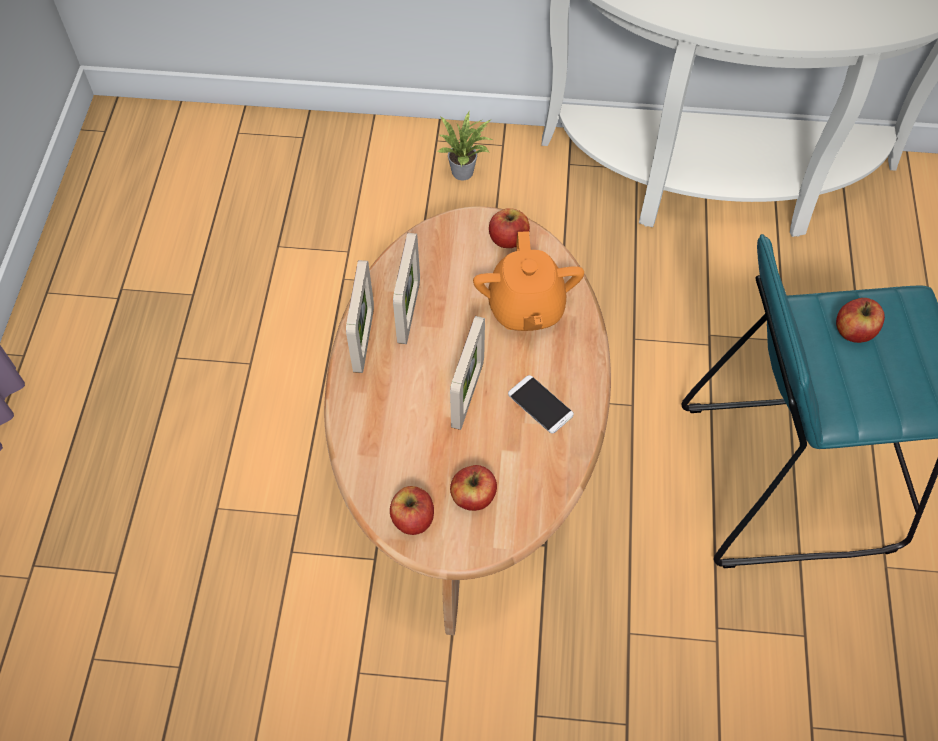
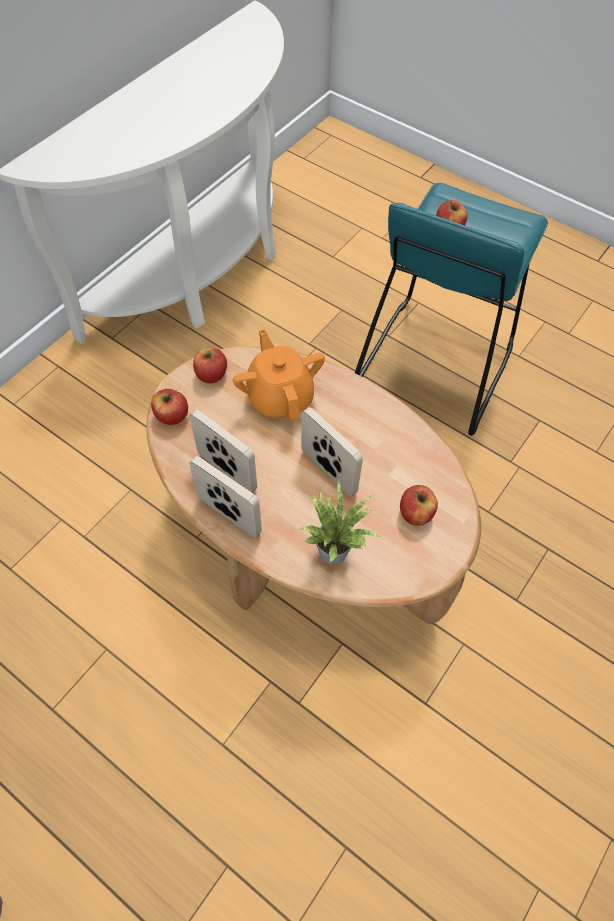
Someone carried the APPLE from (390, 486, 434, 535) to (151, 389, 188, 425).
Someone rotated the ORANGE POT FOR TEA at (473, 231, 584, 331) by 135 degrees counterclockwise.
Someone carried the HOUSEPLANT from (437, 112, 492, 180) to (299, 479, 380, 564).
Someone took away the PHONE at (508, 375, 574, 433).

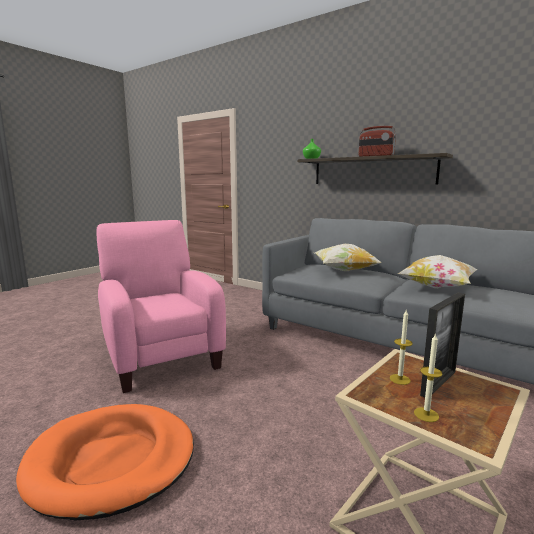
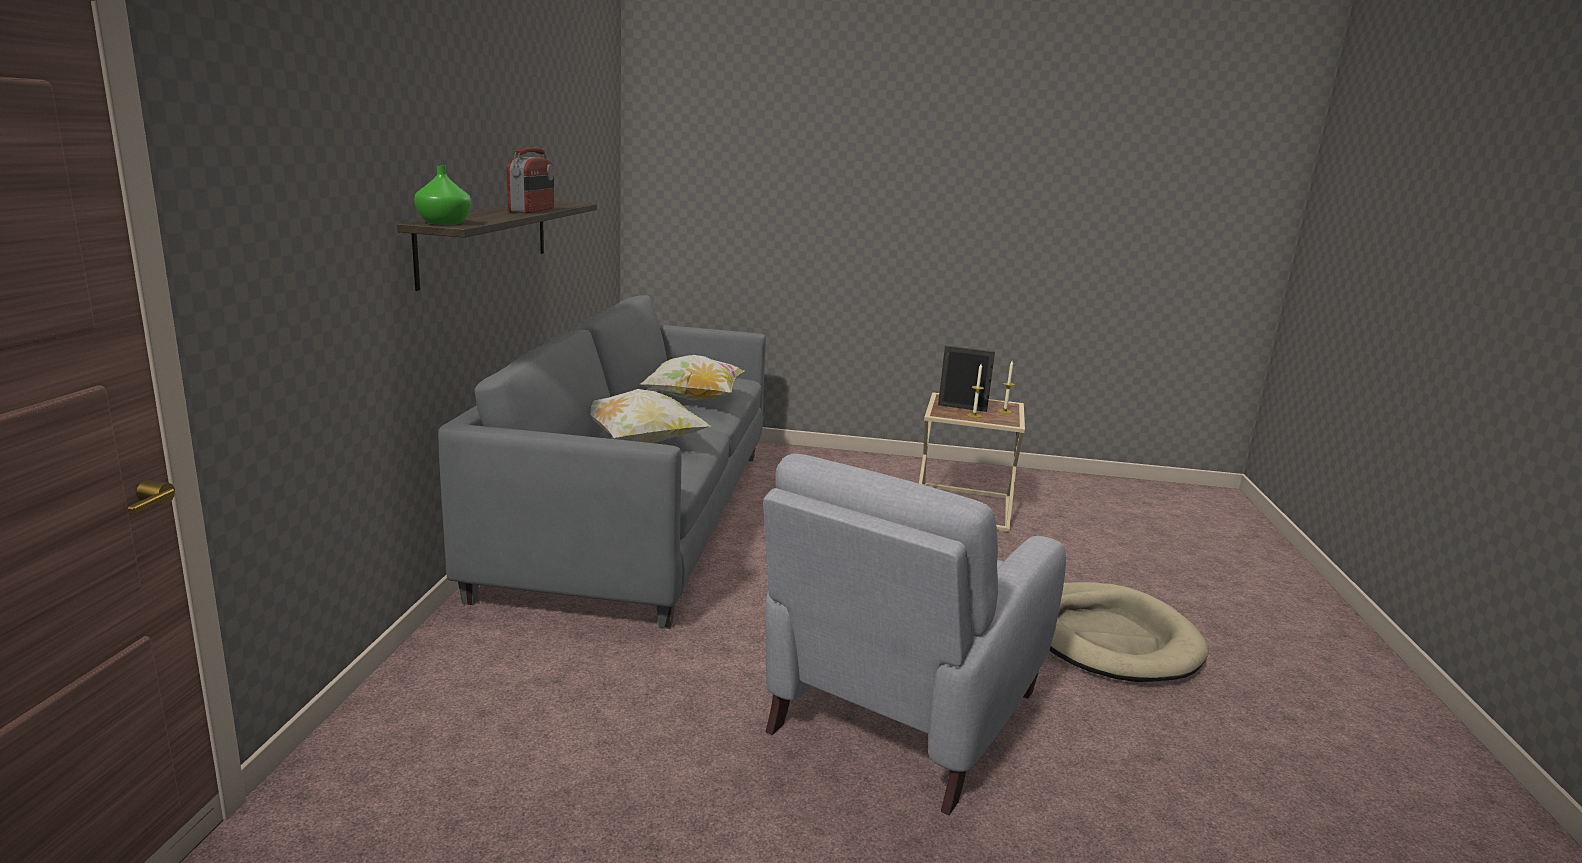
Someone repainted the PINKISH LOUNGE CHAIR at (96, 220, 226, 393), which became the GREY LOUNGE CHAIR at (763, 453, 1066, 815).
Someone repainted the ORANGE DOG BED at (16, 404, 194, 520), which became the BEIGE DOG BED at (1050, 582, 1208, 682).

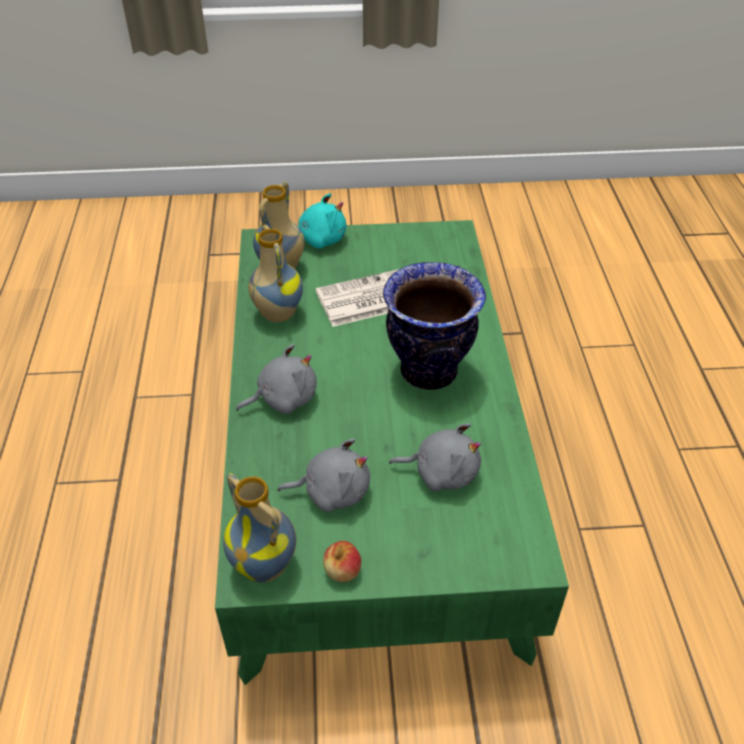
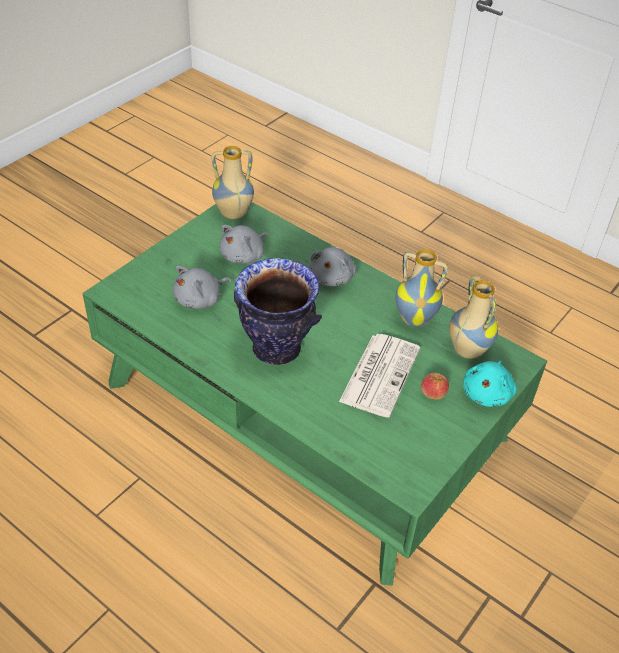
Someone carried the APPLE from (323, 541, 361, 582) to (421, 373, 449, 400).

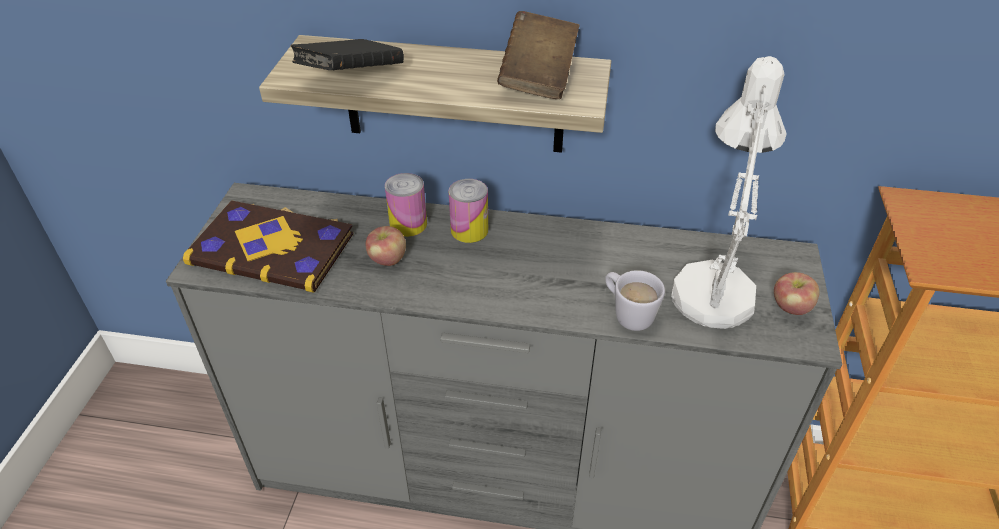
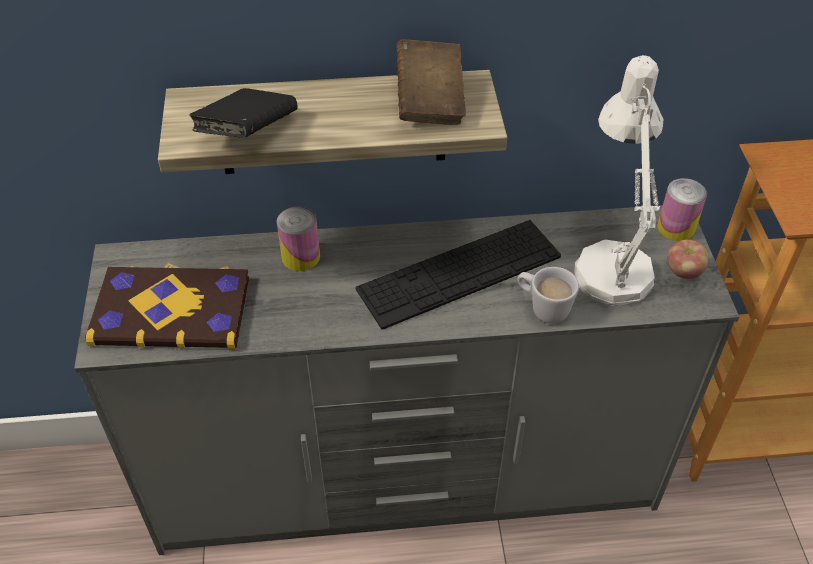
Someone put down the KEYBOARD at (356, 220, 561, 330).
Someone carried the SEALED CAN from (448, 179, 488, 243) to (657, 178, 707, 241).
Someone took away the APPLE at (366, 226, 406, 266).

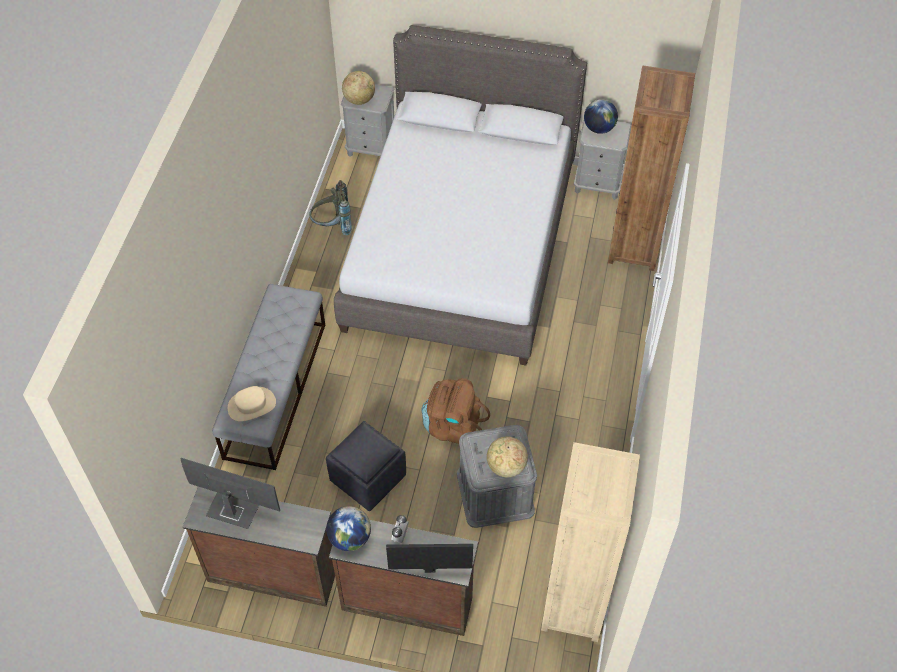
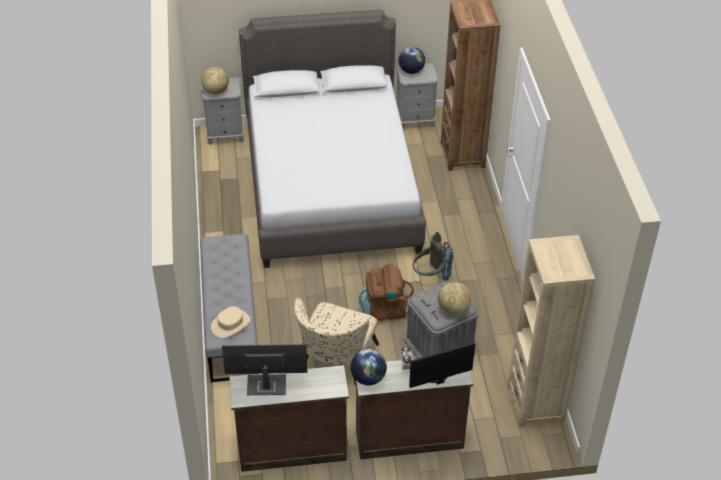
Someone swapped the BLACKISH OTTOMAN at (326, 421, 406, 511) for the BEIGE LOUNGE CHAIR at (294, 298, 379, 386).
Someone carried the GREY RUCKSACK from (309, 180, 352, 235) to (413, 232, 453, 281).

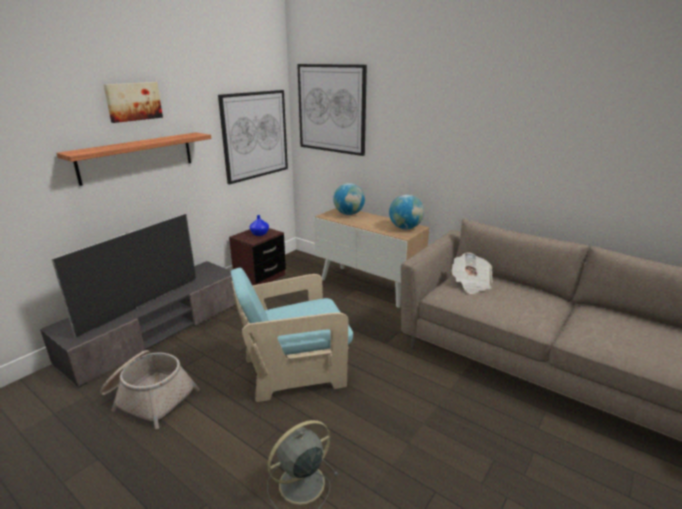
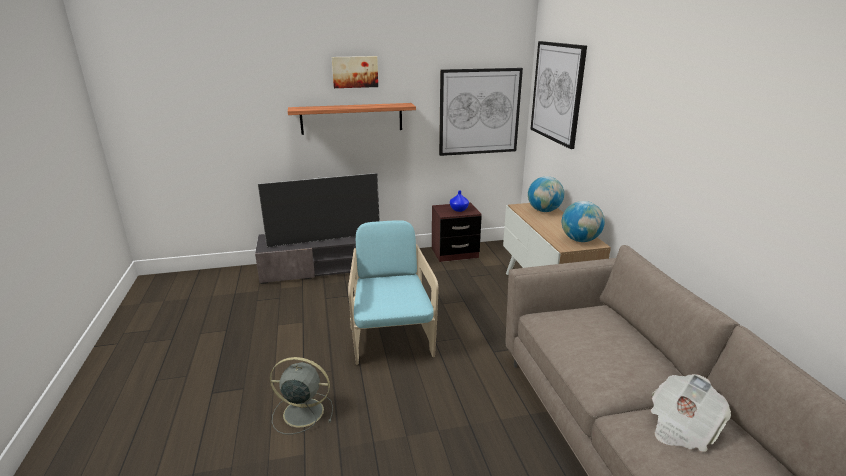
Someone rotated the BLUE-GREEN LOUNGE CHAIR at (231, 268, 353, 402) by 60 degrees clockwise.
Someone carried the PRINTED PAPER from (451, 253, 492, 294) to (651, 374, 731, 452).
Someone took away the HOUSEHOLD BASKET at (100, 350, 200, 429).

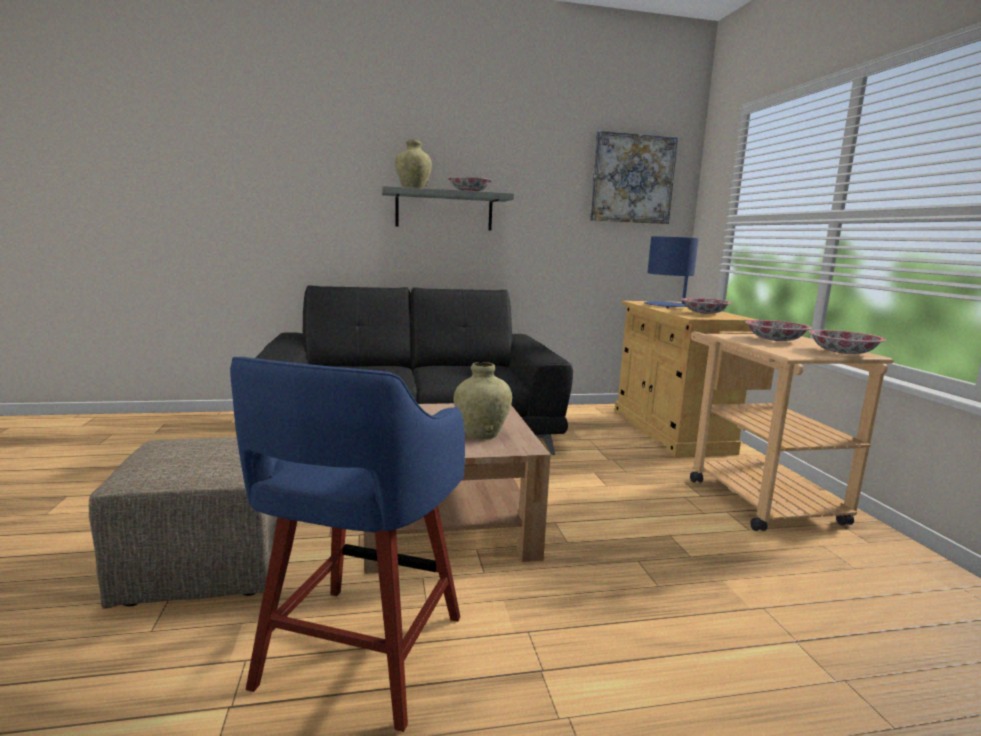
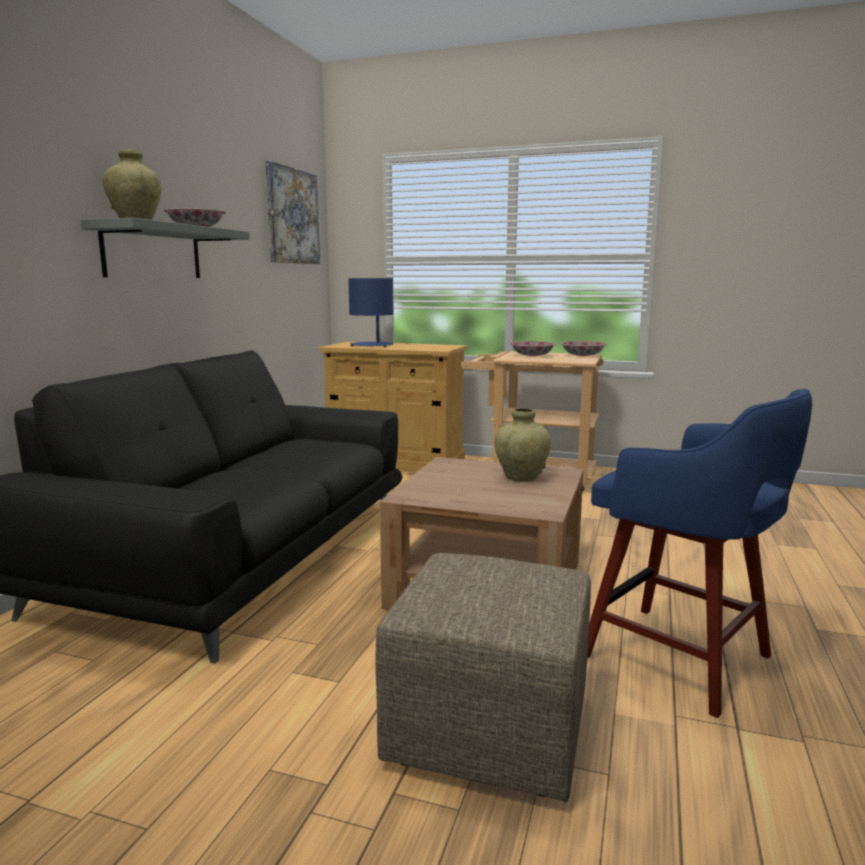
Someone took away the DEEP DISH at (681, 298, 731, 314).

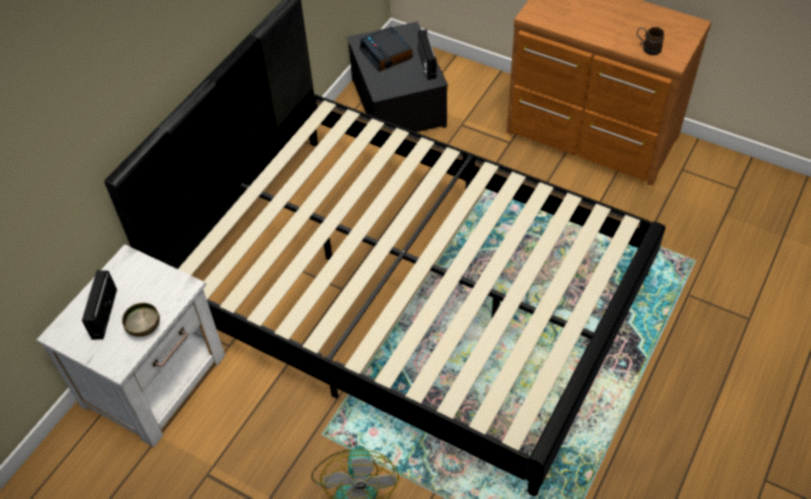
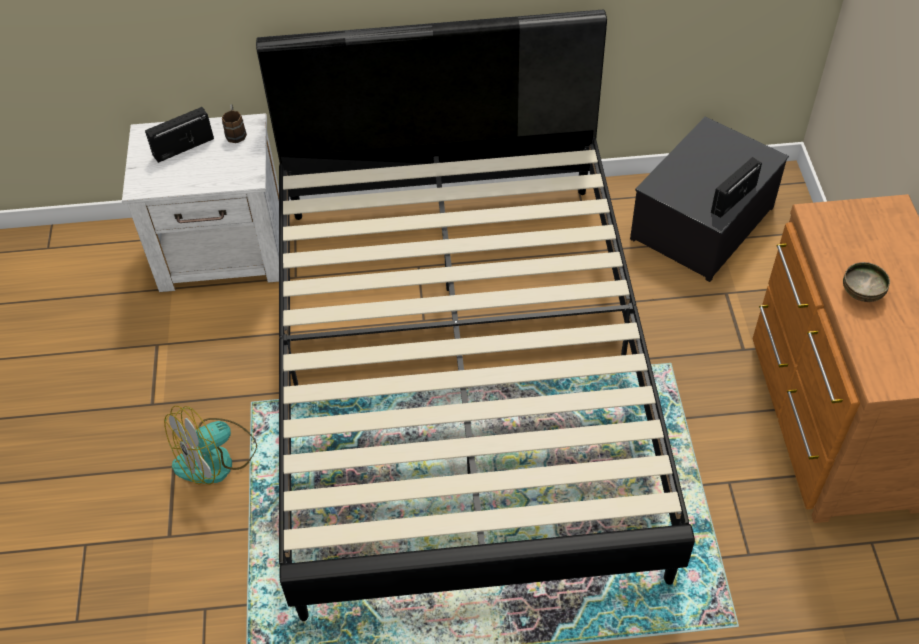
Someone carried the BROWN TEA MUG from (637, 27, 664, 55) to (222, 104, 247, 143).
Someone carried the DEEP DISH from (122, 303, 160, 337) to (843, 262, 890, 302).
Someone took away the TABLE CLOCK at (360, 27, 413, 71).

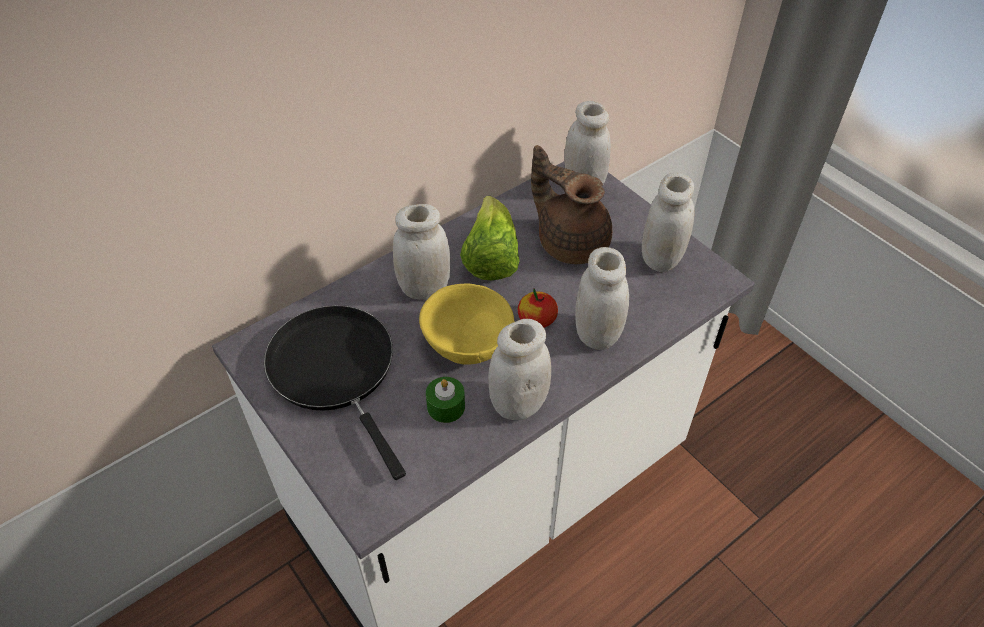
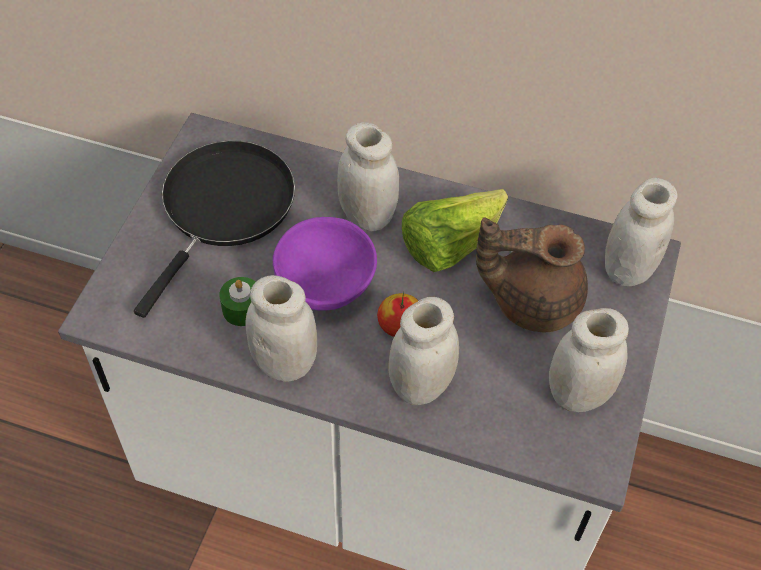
Someone repainted the YELLOW DEEP DISH at (419, 283, 514, 365), which became the PURPLE DEEP DISH at (273, 217, 377, 311).
Someone rotated the BROWN POT FOR TEA at (531, 145, 612, 264) by 90 degrees counterclockwise.

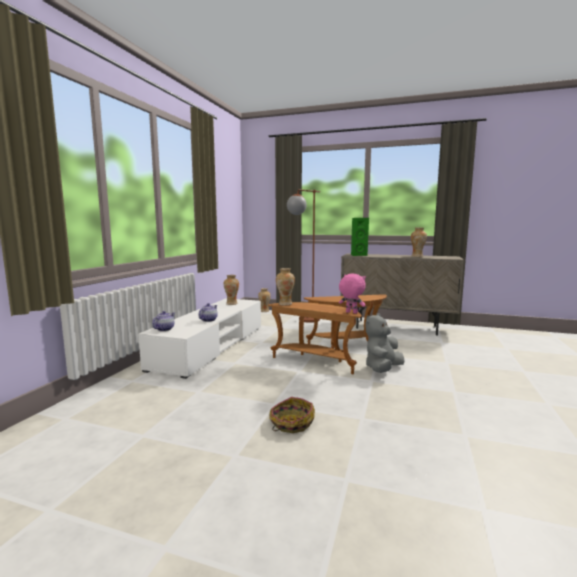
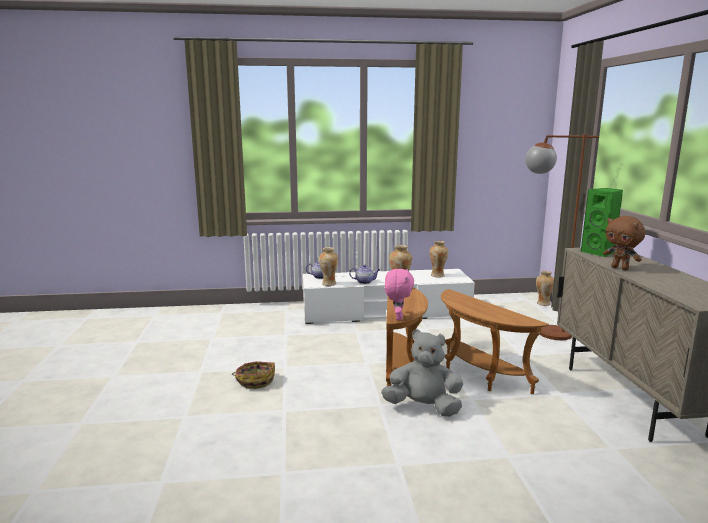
Someone carried the DECORATIVE VASE from (411, 228, 427, 257) to (319, 247, 339, 286).
Someone put down the BROWN CUDDLY TOY at (603, 216, 645, 270).

